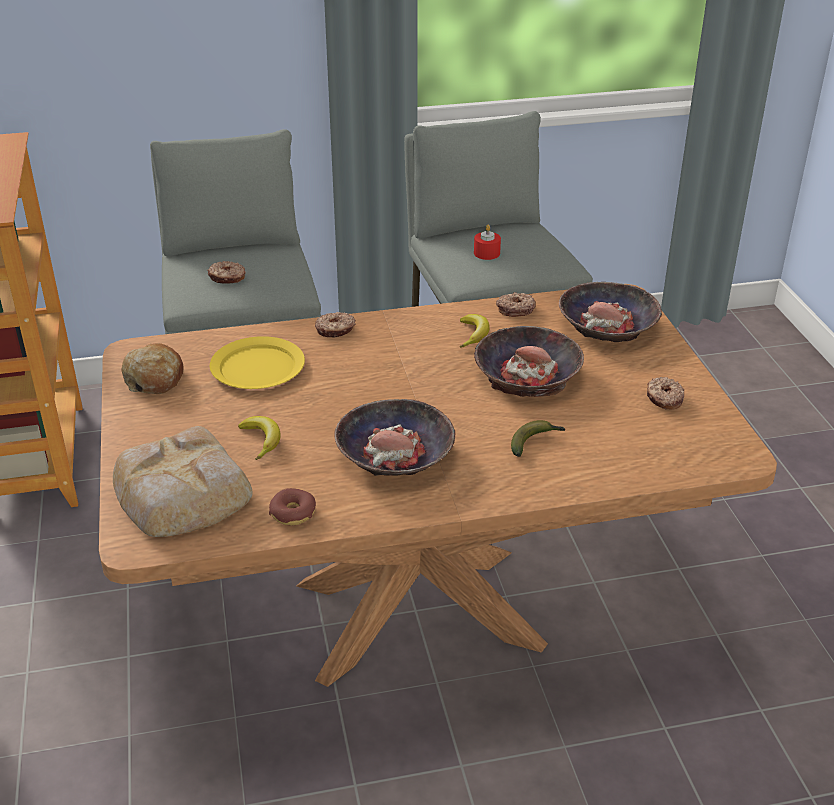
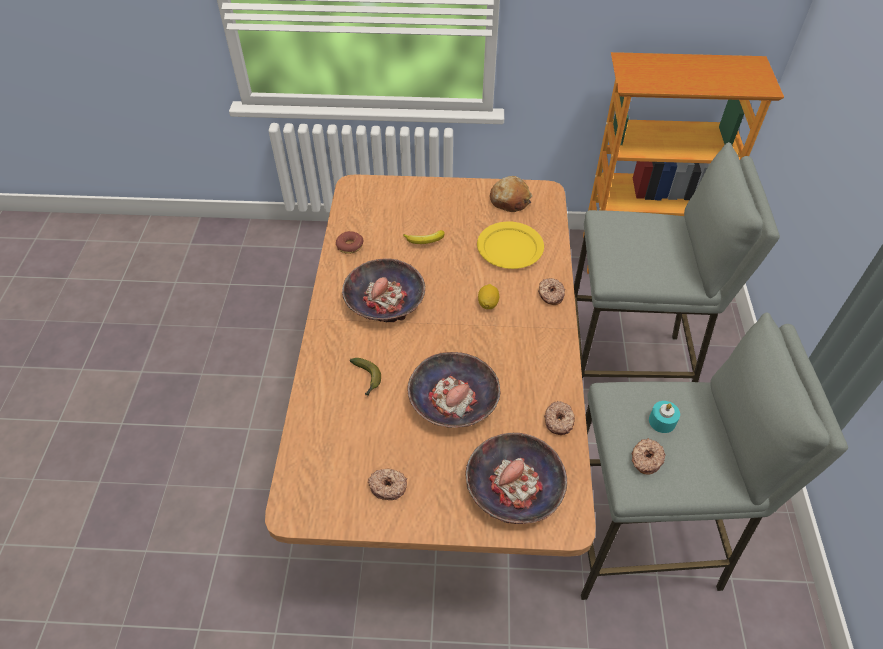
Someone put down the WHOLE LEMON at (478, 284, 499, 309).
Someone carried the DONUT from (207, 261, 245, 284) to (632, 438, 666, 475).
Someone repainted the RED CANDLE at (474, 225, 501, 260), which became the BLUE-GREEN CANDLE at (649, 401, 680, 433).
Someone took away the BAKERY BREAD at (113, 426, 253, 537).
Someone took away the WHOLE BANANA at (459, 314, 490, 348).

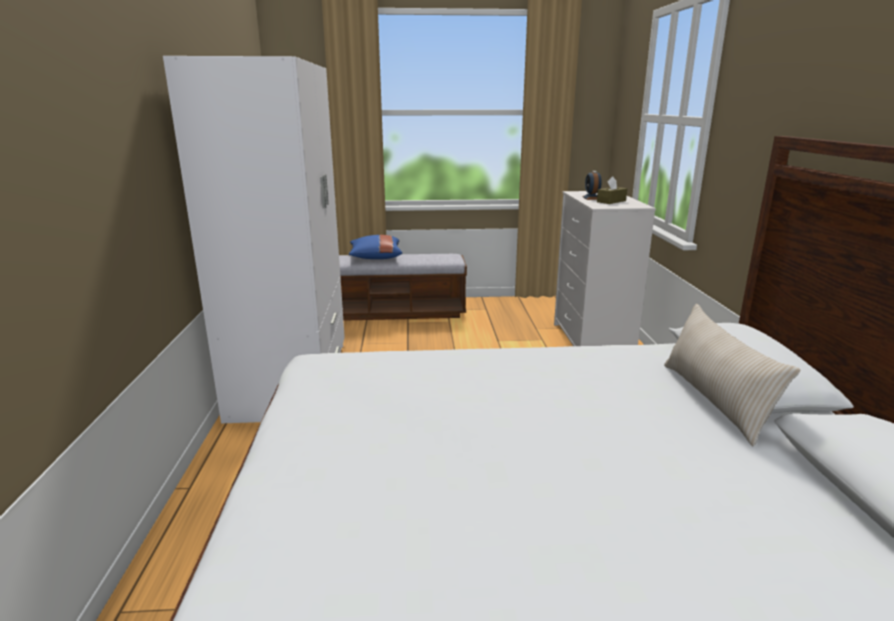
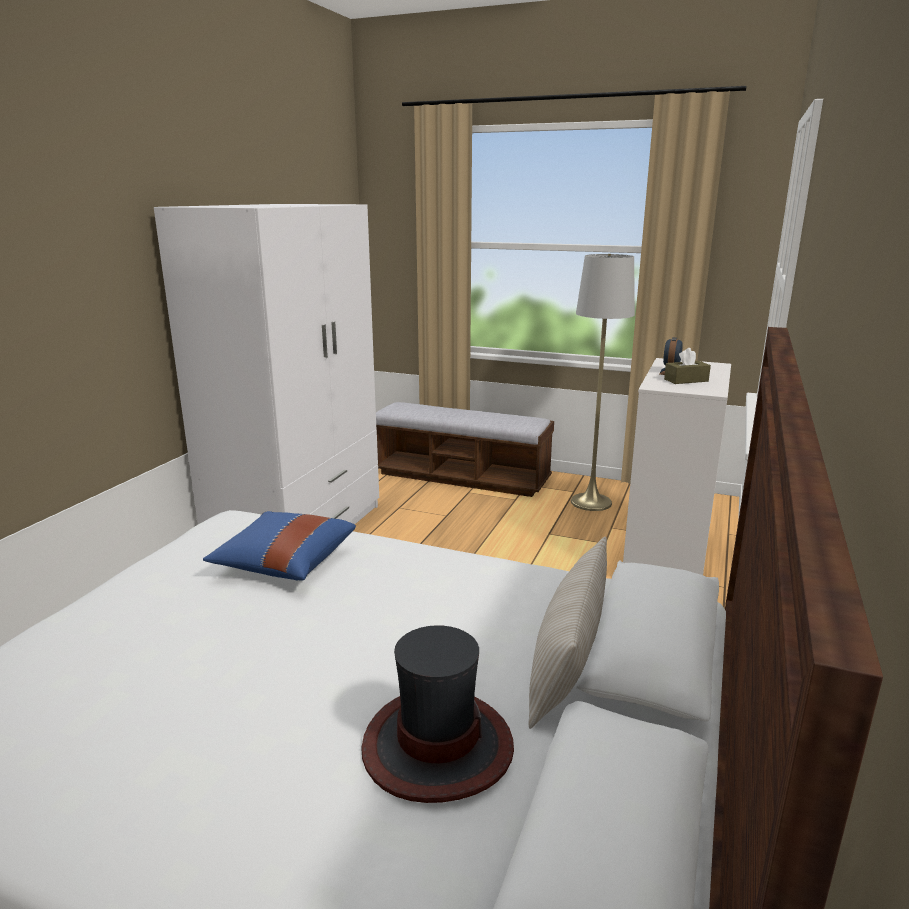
Someone carried the BLUISH THROW PILLOW from (349, 235, 402, 259) to (203, 511, 356, 581).
Someone put down the WEARABLE HAT at (361, 625, 514, 803).
Someone put down the GREY STANDARD LAMP at (571, 254, 635, 511).

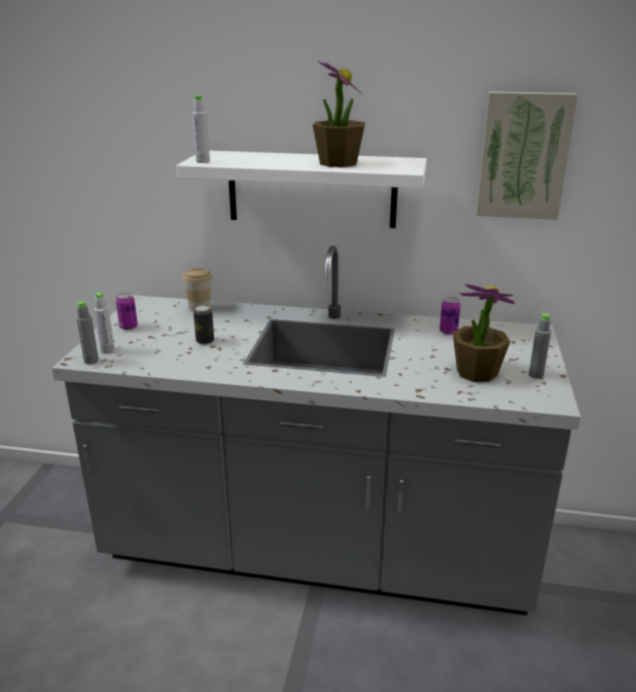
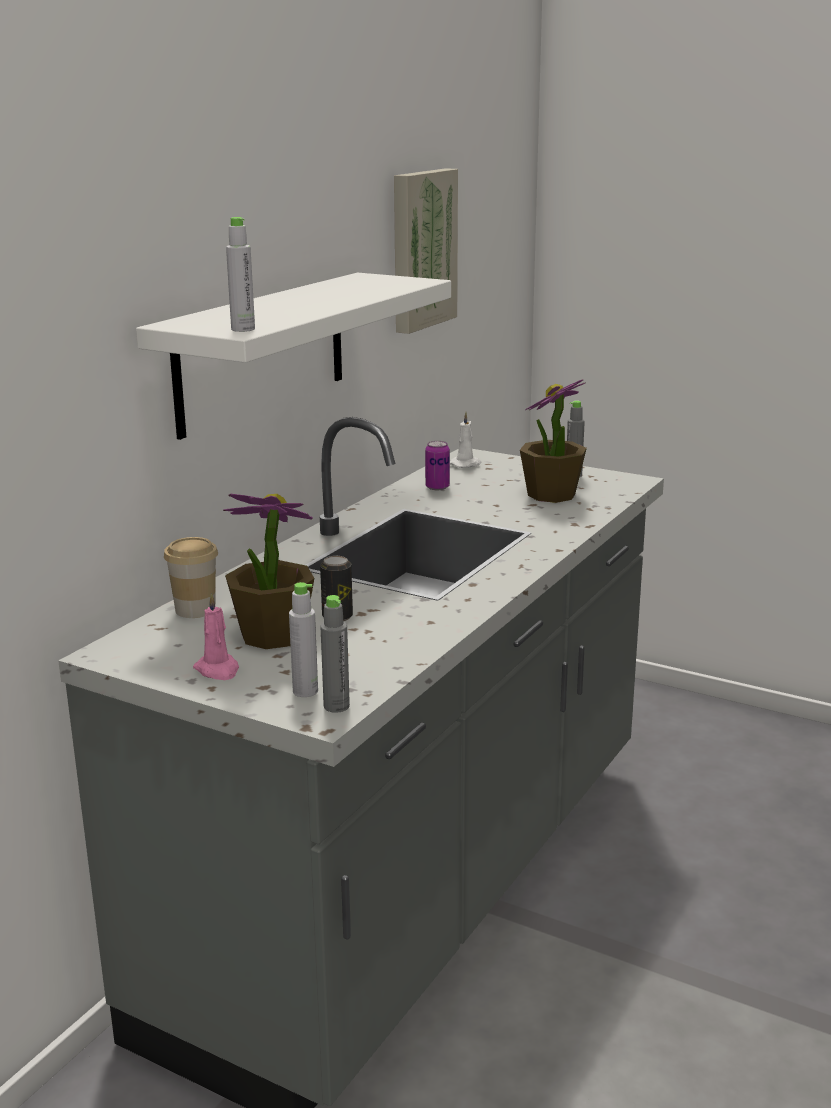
Someone swapped the SEALED CAN at (116, 293, 138, 330) for the PINKISH CANDLE at (193, 593, 239, 680).
Someone carried the HOUSEPLANT from (313, 62, 365, 167) to (223, 494, 314, 649).
Someone put down the WHITE CANDLE at (450, 412, 482, 468).

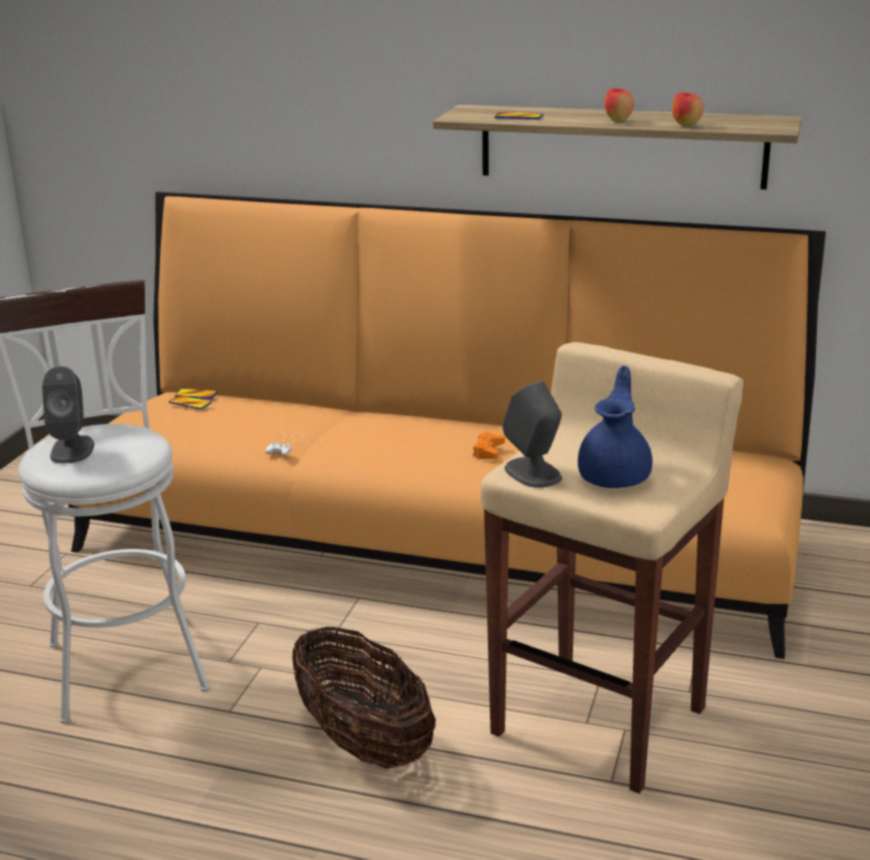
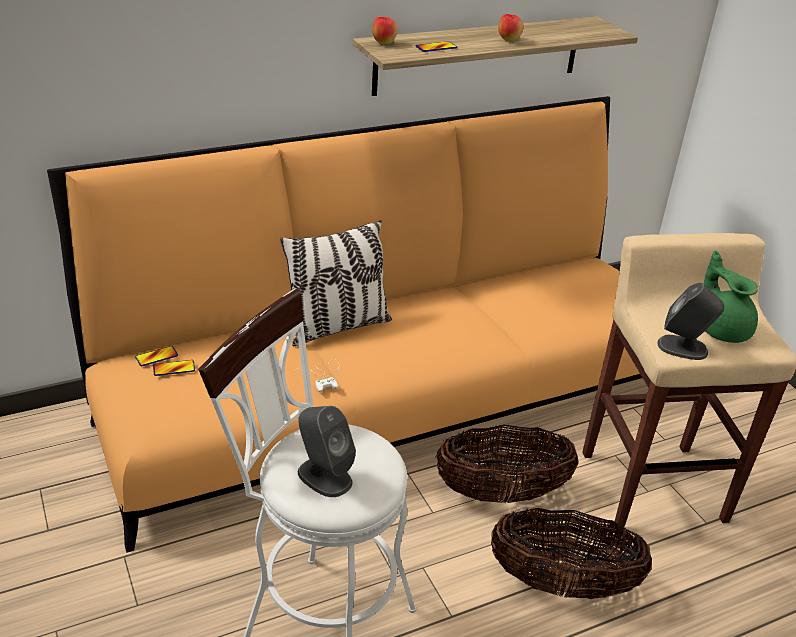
Someone put down the THROW PILLOW at (280, 220, 392, 346).
Someone carried the APPLE from (672, 92, 704, 126) to (372, 17, 398, 45).
Someone put down the HOUSEHOLD BASKET at (436, 425, 579, 503).
Someone repainted the BLUISH POT FOR TEA at (578, 366, 652, 488), which became the GREEN-COLOURED POT FOR TEA at (704, 251, 758, 343).
Someone took away the ORANGE GAMEPAD at (473, 432, 505, 459).

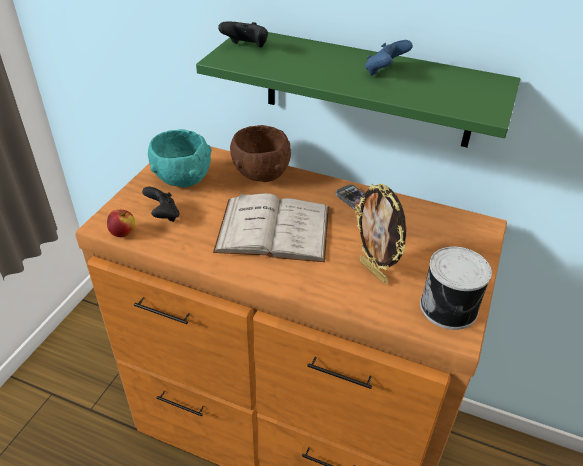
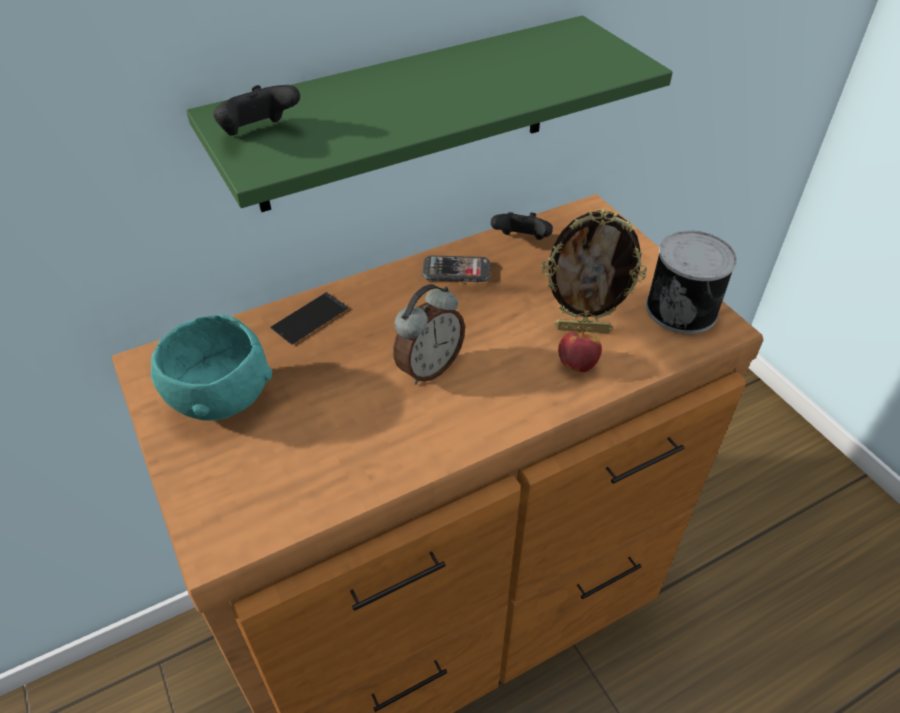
Someone swapped the BROWN DEEP DISH at (230, 125, 291, 182) for the PHONE at (270, 292, 348, 345).
Someone swapped the WHITE BOUND BOOK at (213, 193, 329, 262) for the TABLE CLOCK at (393, 284, 465, 384).
Someone carried the BLACKISH GAMEPAD from (142, 187, 180, 222) to (491, 212, 553, 240).
Someone carried the APPLE from (107, 210, 135, 237) to (558, 329, 602, 372).
Someone took away the BLUISH GAMEPAD at (365, 40, 413, 75).

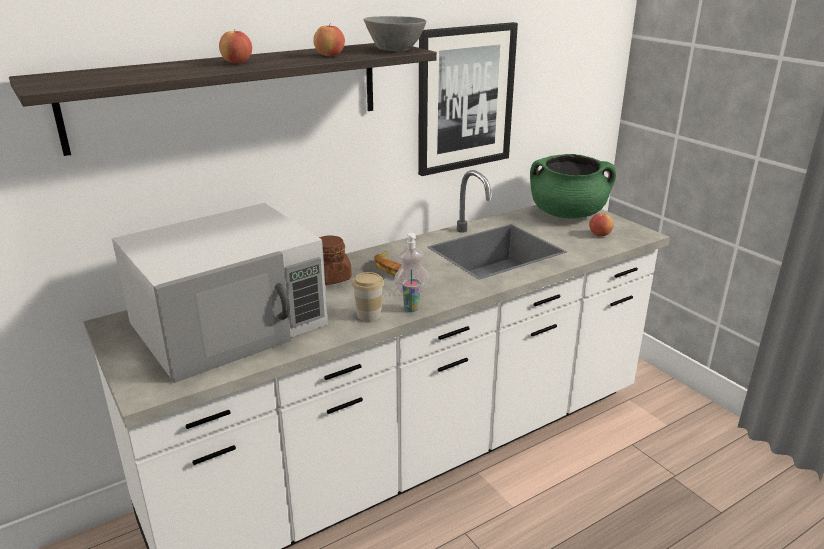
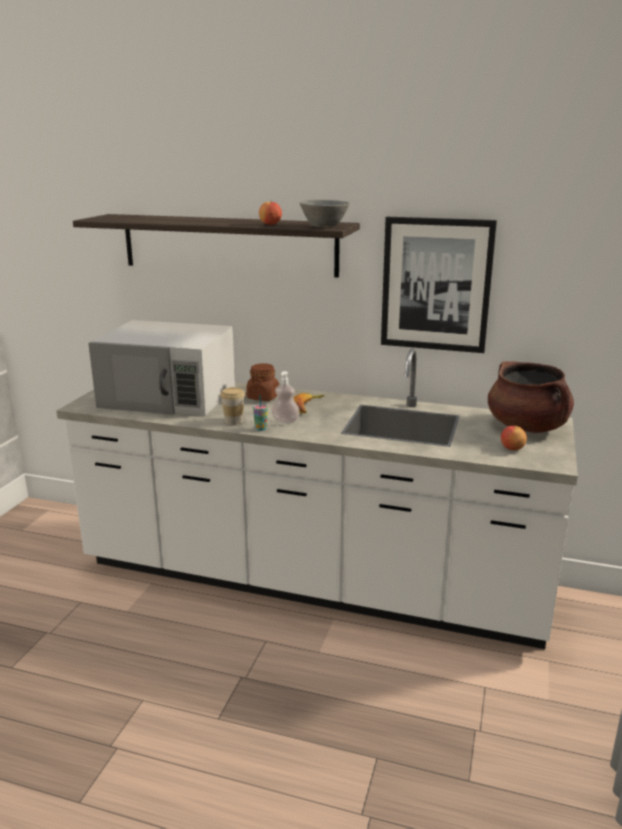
Someone repainted the GREEN-COLOURED COOKING POT at (530, 154, 616, 218), which became the BROWN COOKING POT at (488, 361, 574, 433).
Someone took away the APPLE at (219, 30, 252, 64).

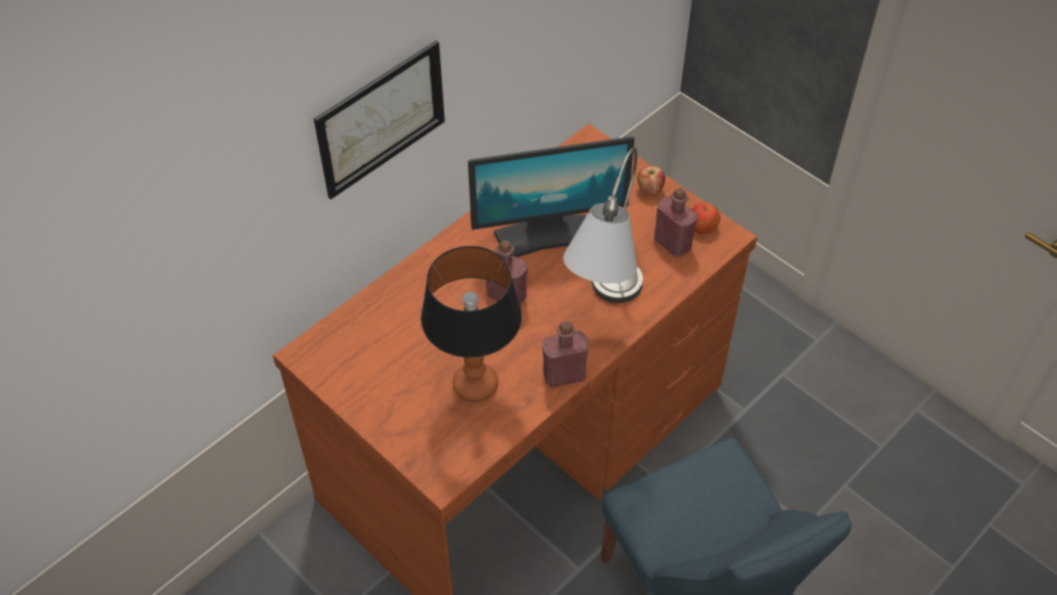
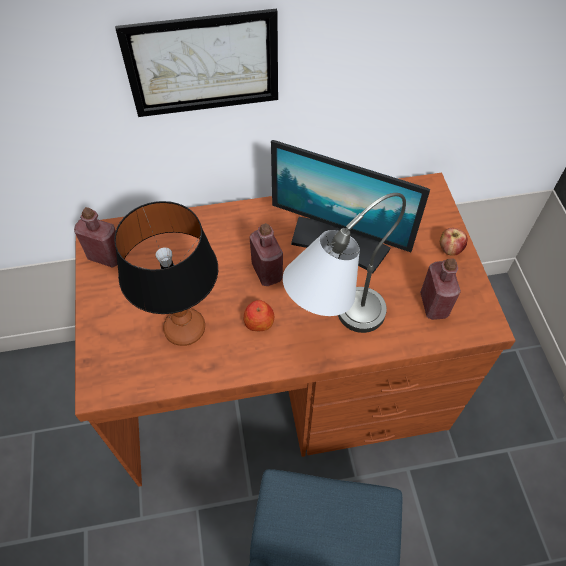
Someone carried the RED BOTTLE from (542, 321, 589, 388) to (74, 207, 118, 268).
Someone carried the APPLE from (692, 202, 720, 234) to (244, 300, 274, 331).

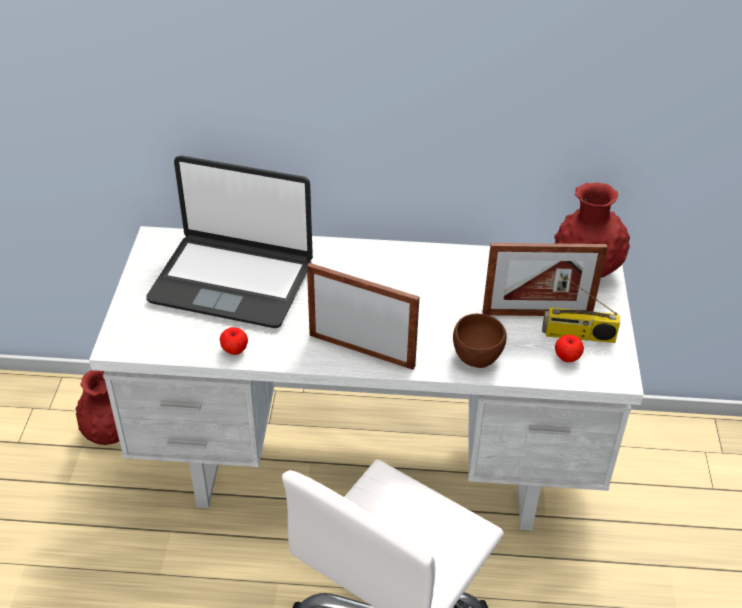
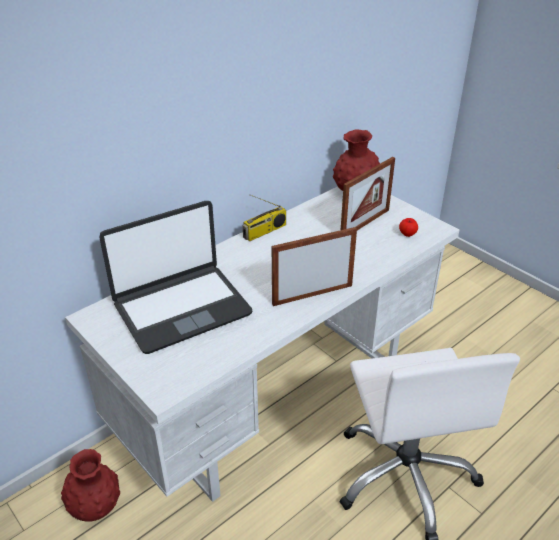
Someone carried the RADIO SET from (542, 278, 620, 343) to (243, 195, 286, 241).
Someone took away the APPLE at (220, 327, 248, 355).
Someone took away the BROWN DEEP DISH at (453, 314, 507, 368).

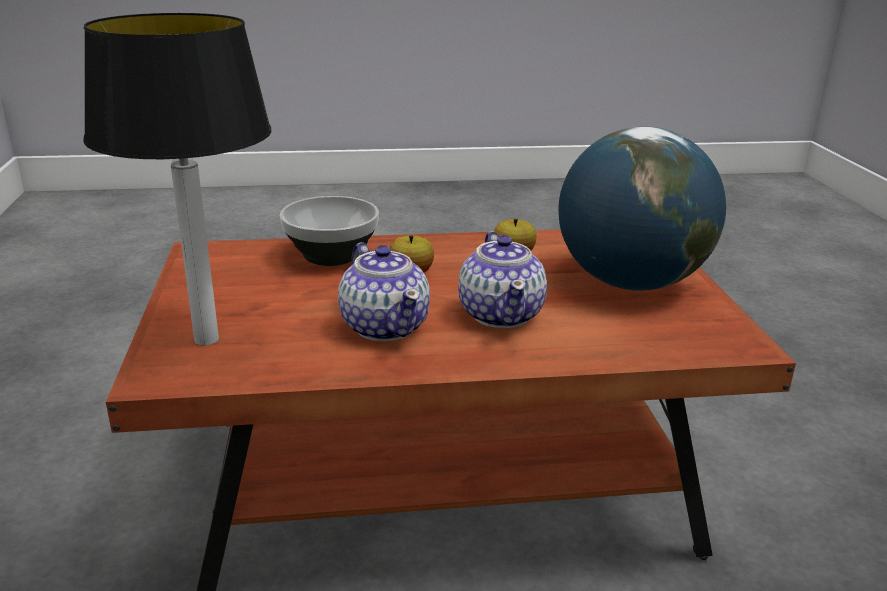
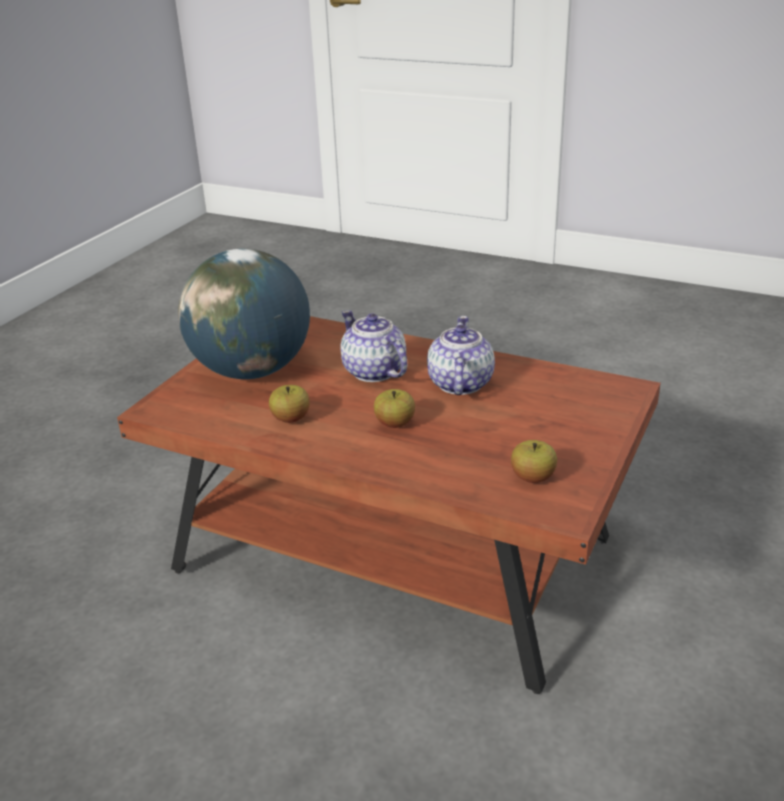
Someone rotated the POT FOR TEA at (458, 231, 547, 328) by 60 degrees counterclockwise.
Someone put down the APPLE at (511, 440, 557, 483).
Someone took away the TABLE LAMP at (84, 13, 271, 345).
Someone took away the DEEP DISH at (280, 196, 379, 266).

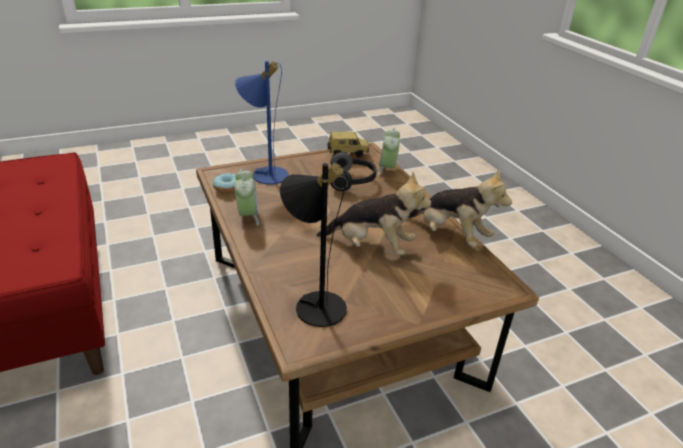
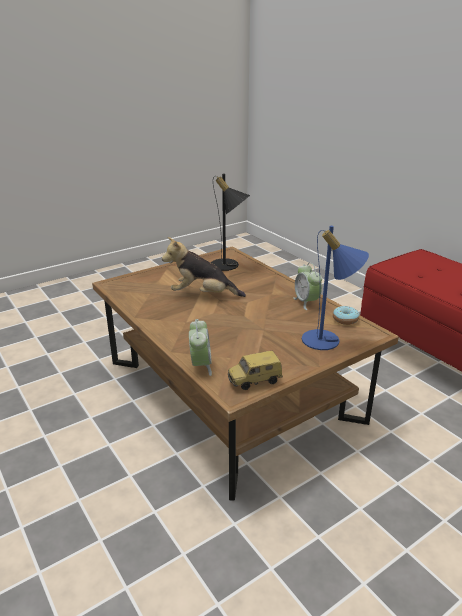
Someone took away the PAIR OF HEADPHONES at (330, 152, 376, 191).
Someone took away the CUDDLY TOY at (409, 169, 512, 247).

